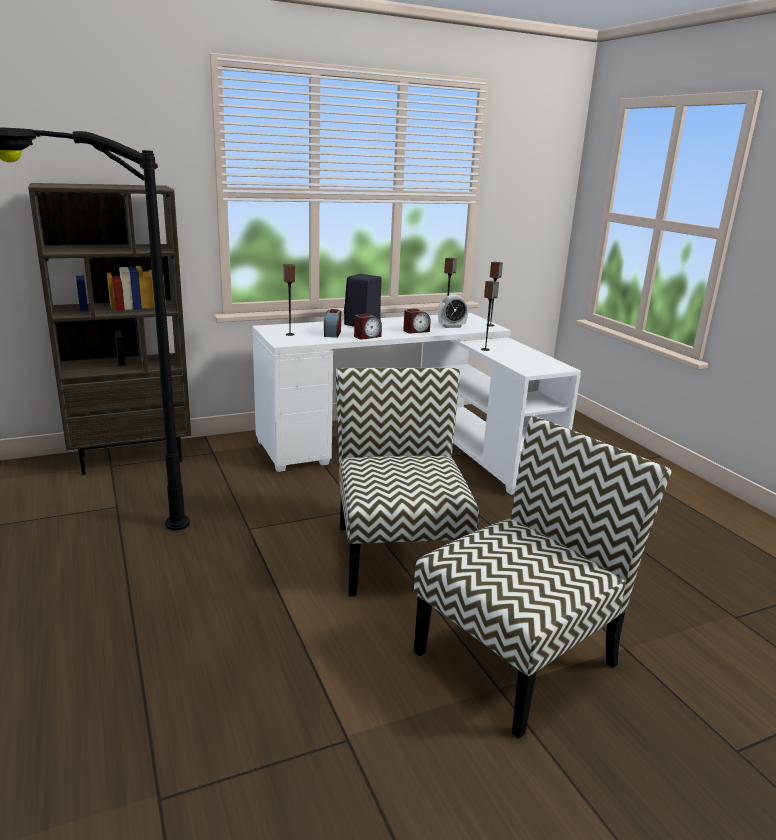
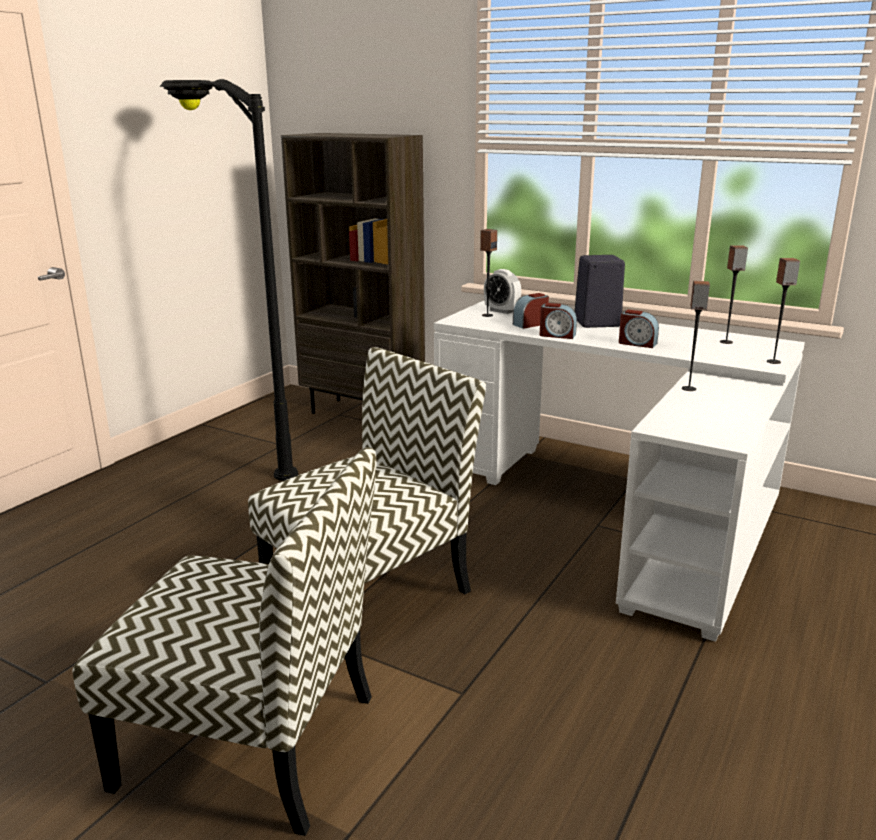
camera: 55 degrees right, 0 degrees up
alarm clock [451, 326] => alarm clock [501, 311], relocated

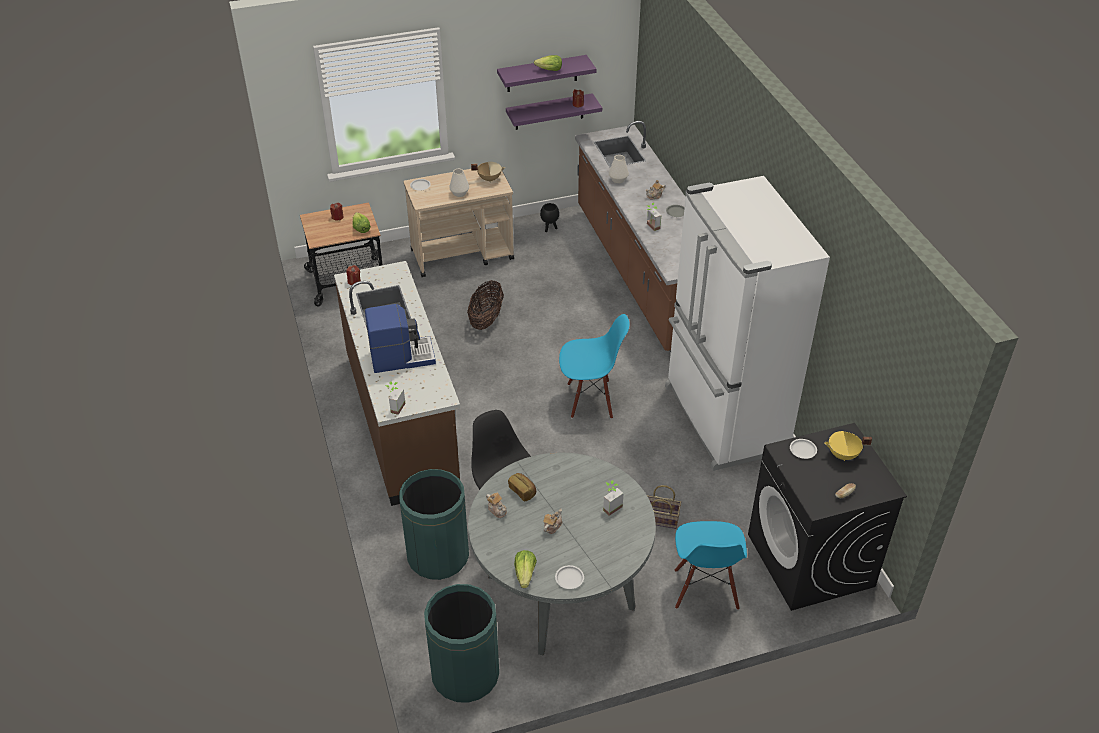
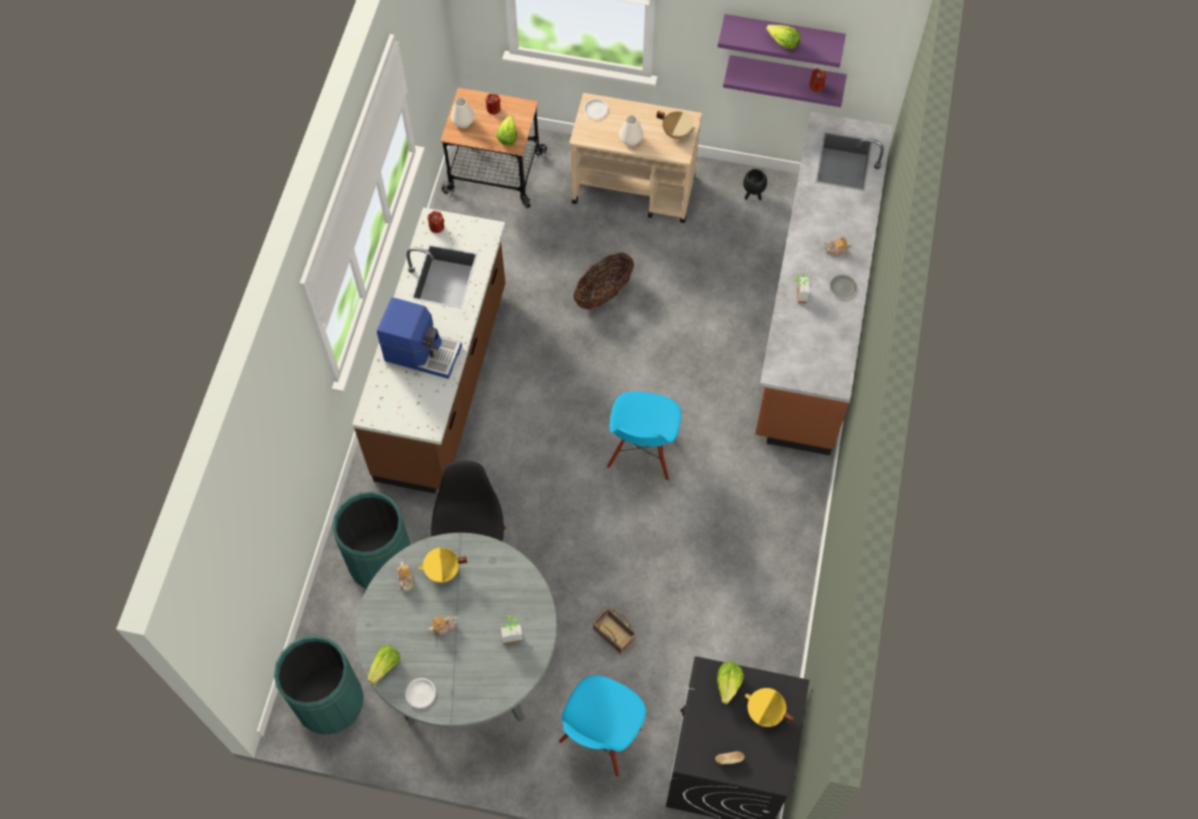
camera: 30 degrees right, 20 degrees up
potted plant [394, 407] => nothing
bread [522, 491] => cooking pot in yellow [443, 571]
chair in blue [590, 400] => chair in blue [642, 453], 75 degrees clockwise
vase in white [618, 179] => vase in white [463, 122], relocated
fridge in white [723, 420] => nothing
plate in white [803, 450] => lettuce [728, 684]

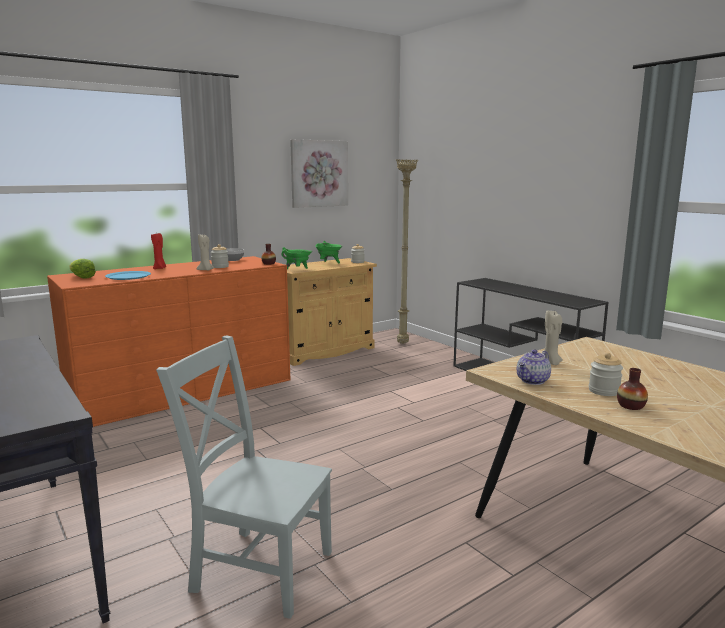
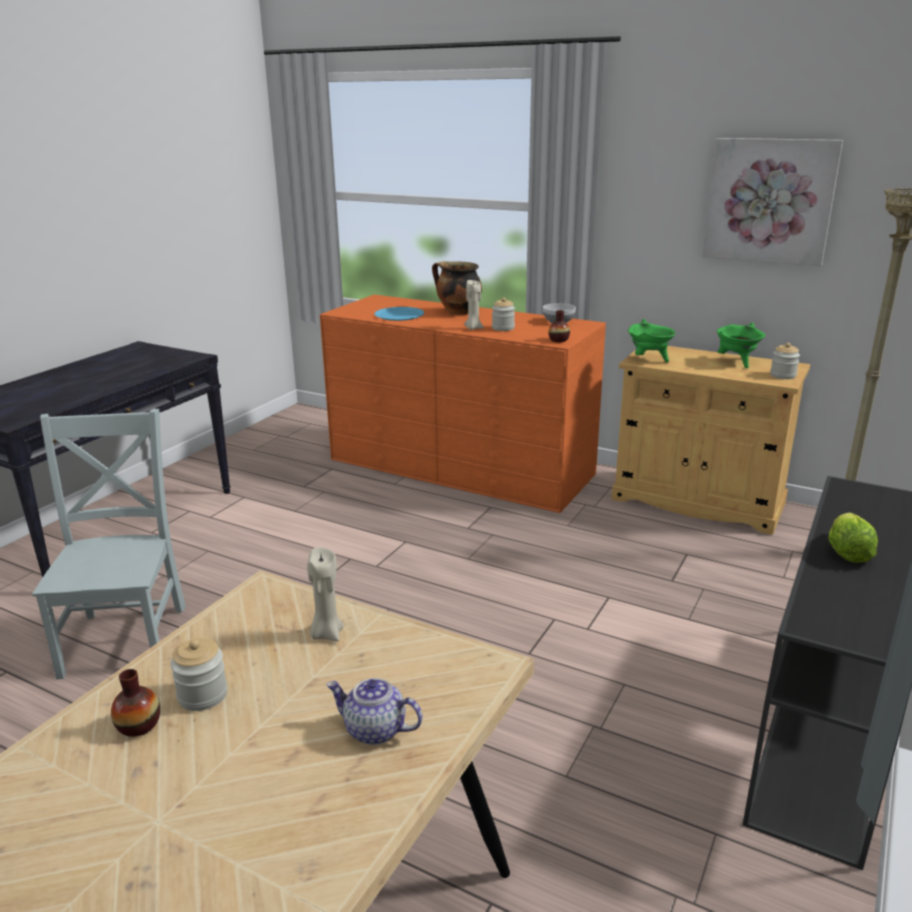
camera: 65 degrees right, 10 degrees up
lettuce [81, 277] => lettuce [847, 552], relocated
candle in red [160, 268] => cooking pot [457, 312]
teapot [533, 381] => teapot [374, 730], relocated

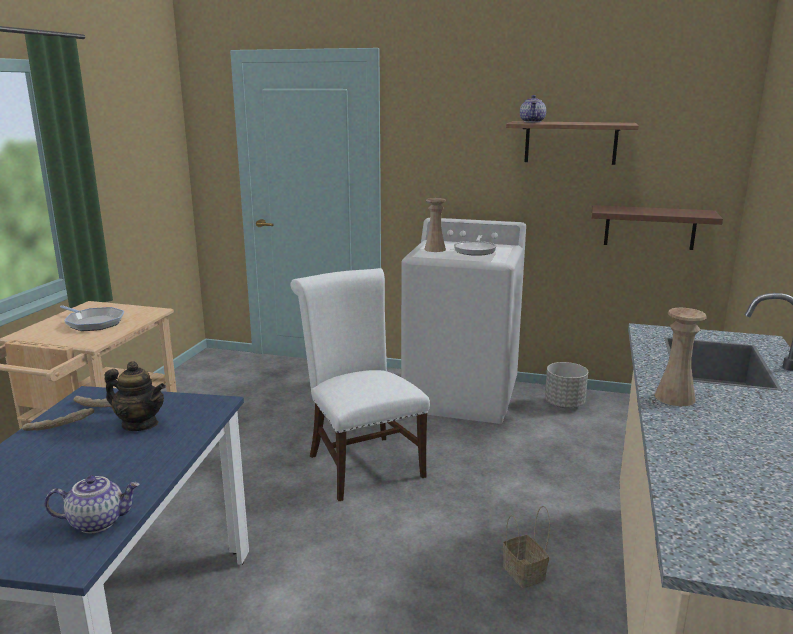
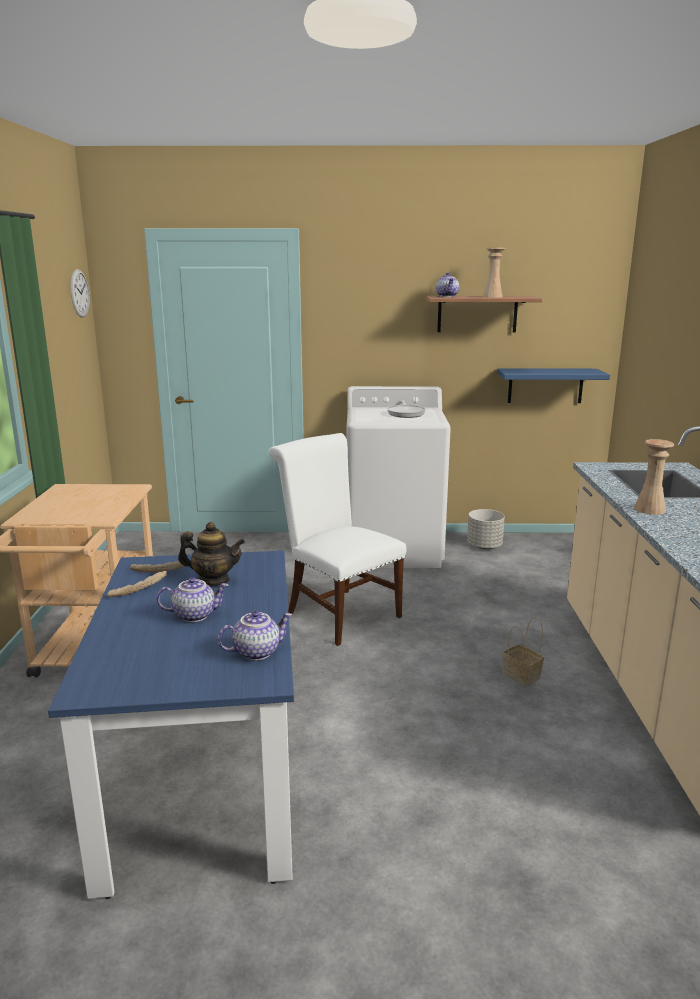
camera: 15 degrees left, 0 degrees up
frying pan [93, 323] => nothing
vase in beige [435, 249] => vase in beige [492, 297], relocated
shelf in brown [650, 227] => shelf in blue [545, 385]
nothing => wall clock [79, 293]
nothing => teapot [195, 615]

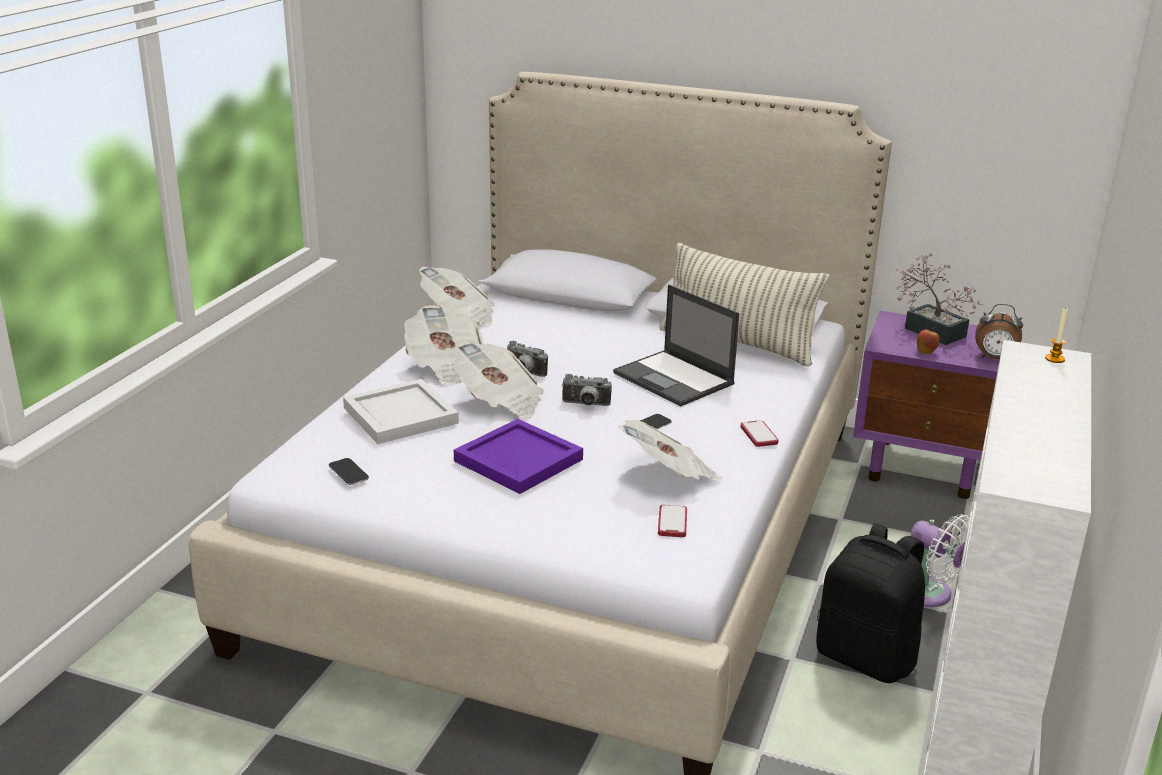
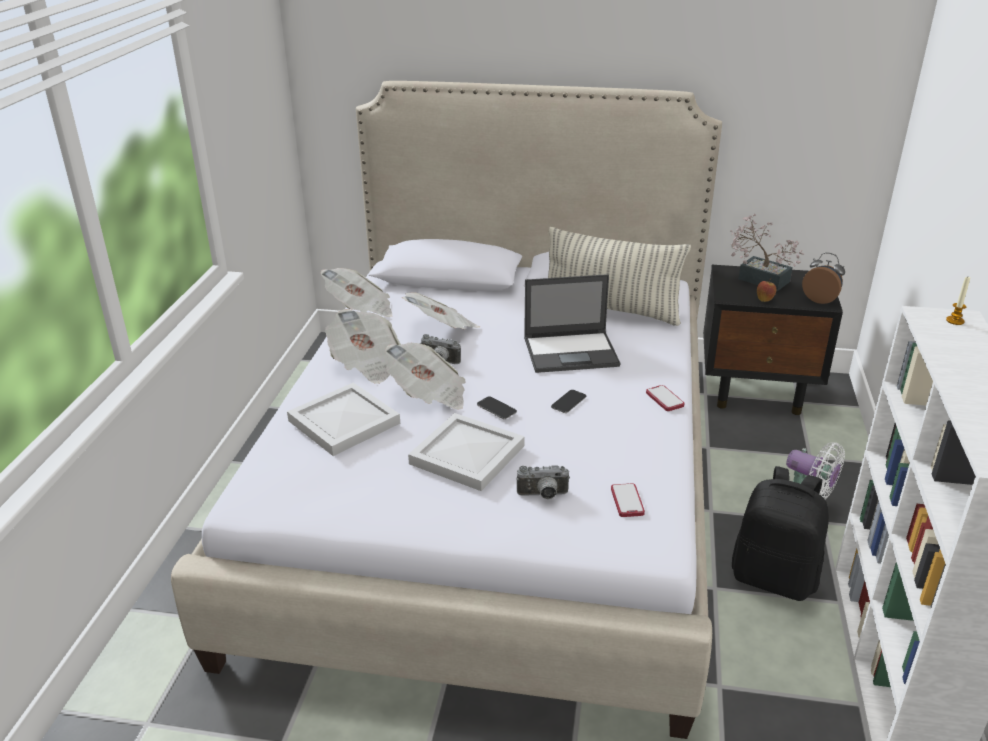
camera: 10 degrees left, 5 degrees up
phone [348, 472] => phone [496, 408], relocated
tray in purple [518, 461] => tray in white [467, 456]
photo camera [585, 405] => photo camera [543, 496], relocated
laptop [675, 379] => laptop [572, 352], 45 degrees counterclockwise
newspaper [669, 475] => newspaper [442, 329], relocated
nightstand in purple [925, 468] => nightstand in black [758, 391]
alarm clock [994, 358] => alarm clock [820, 299], 150 degrees counterclockwise

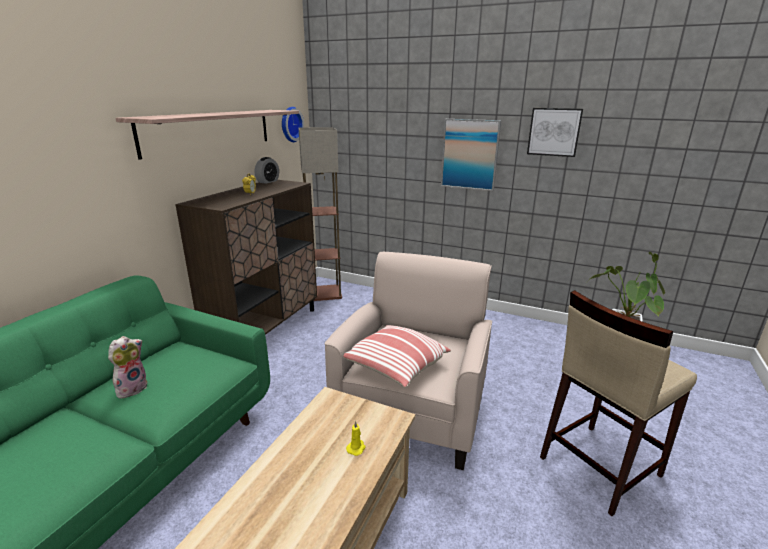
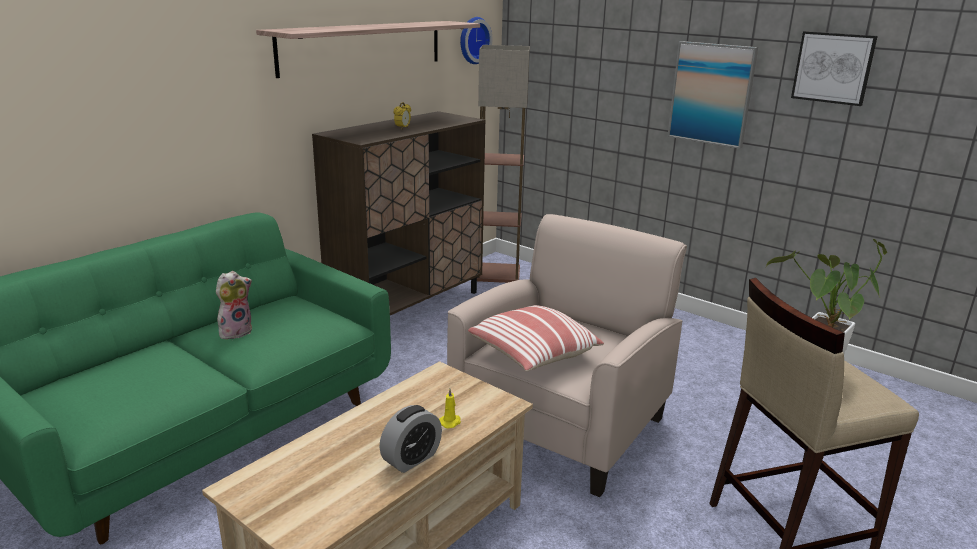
camera: 15 degrees right, 0 degrees up
alarm clock [268, 181] => alarm clock [411, 459], relocated

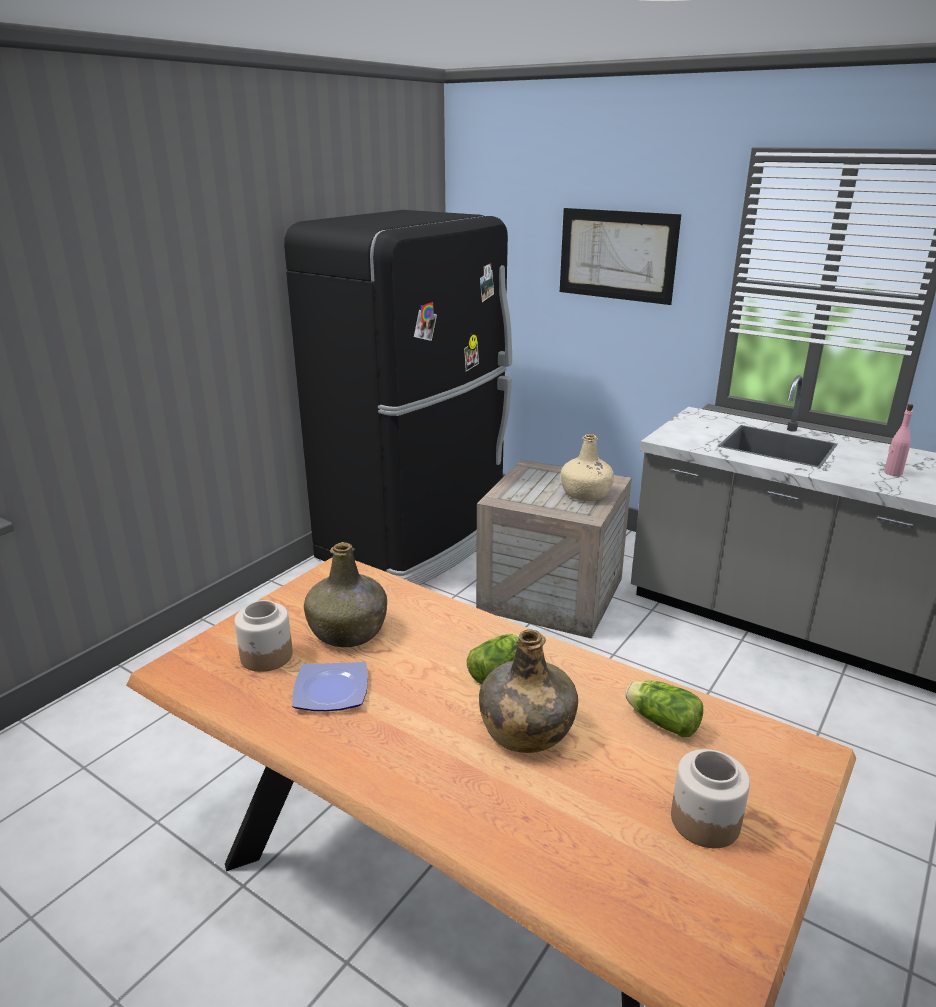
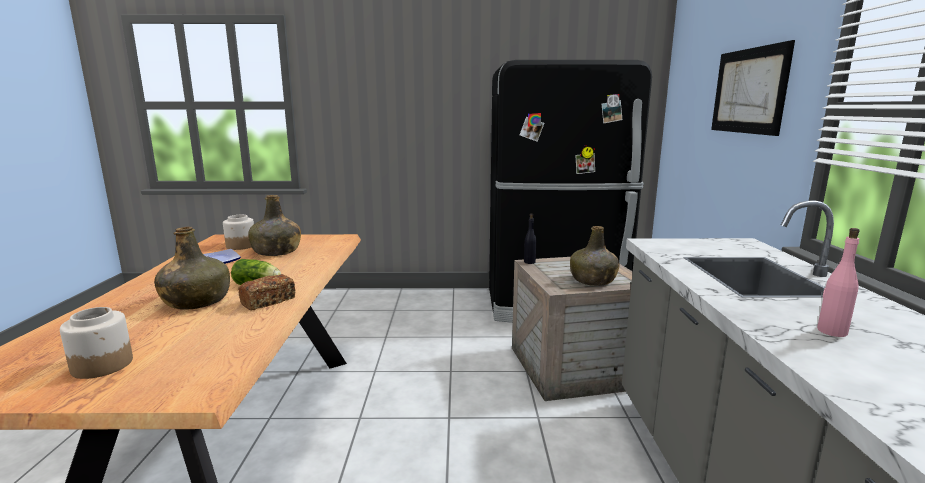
camera: 55 degrees right, 10 degrees down
bottle in beige [586, 494] => bottle in green [593, 280]
lettuce [660, 721] => nothing
nothing => bread [268, 301]
nothing => bottle in black [529, 262]

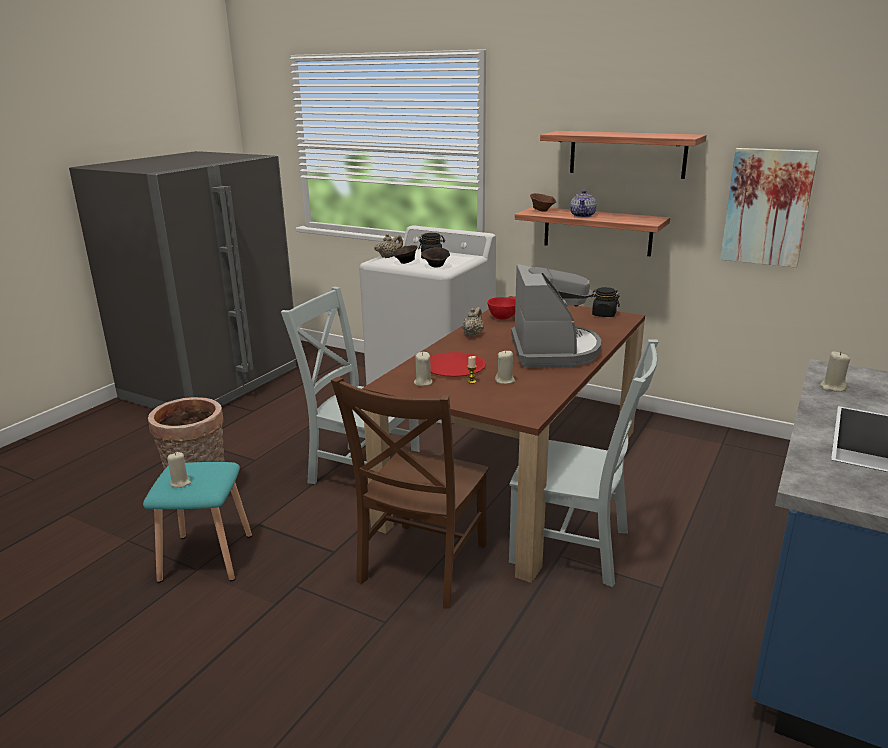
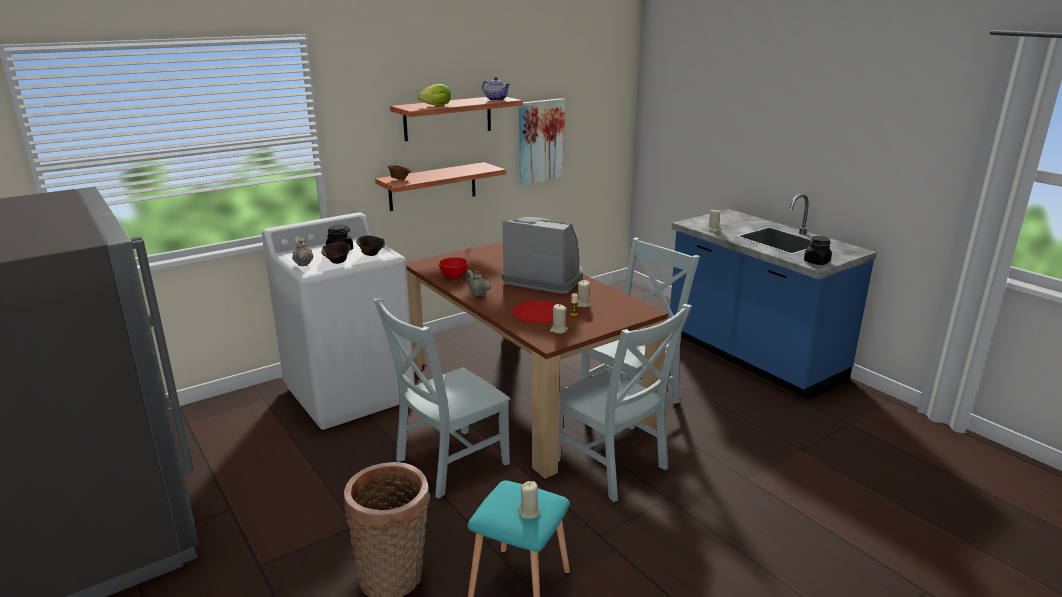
camera: 65 degrees left, 0 degrees up
chair in brown [420, 566] => chair in grey [613, 467]
teapot [583, 215] => teapot [496, 99], relocated
jar in black [603, 314] => jar in black [816, 262], relocated
nothing => lettuce [434, 106]

